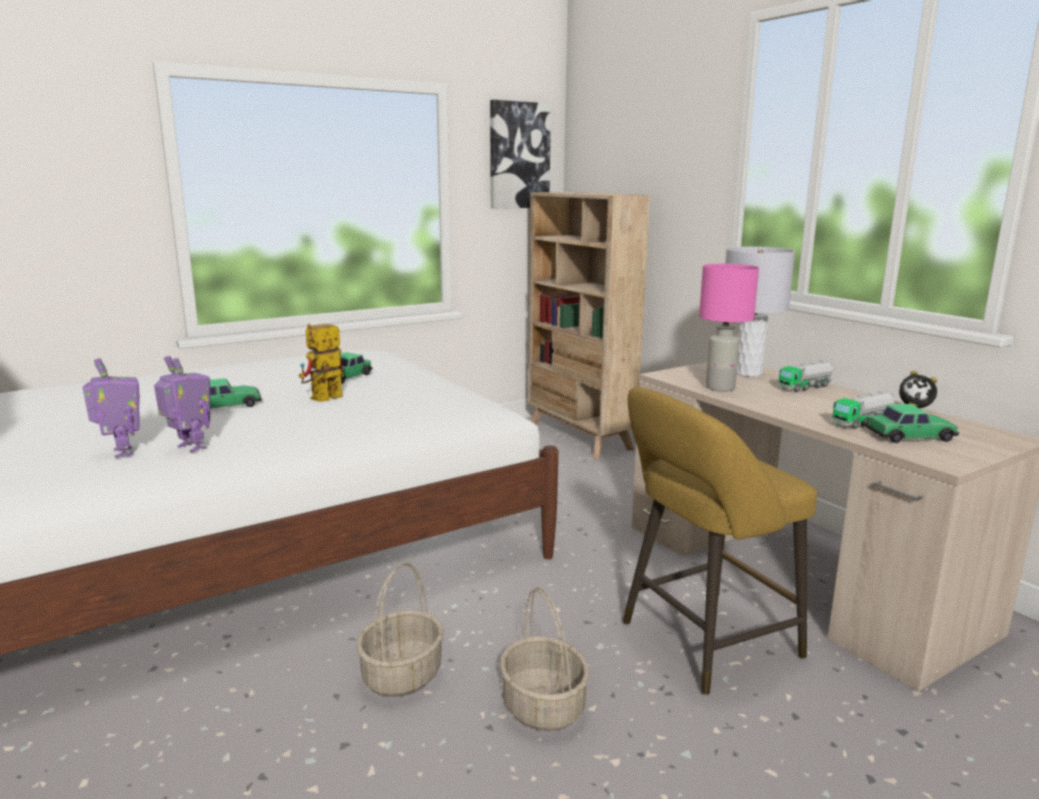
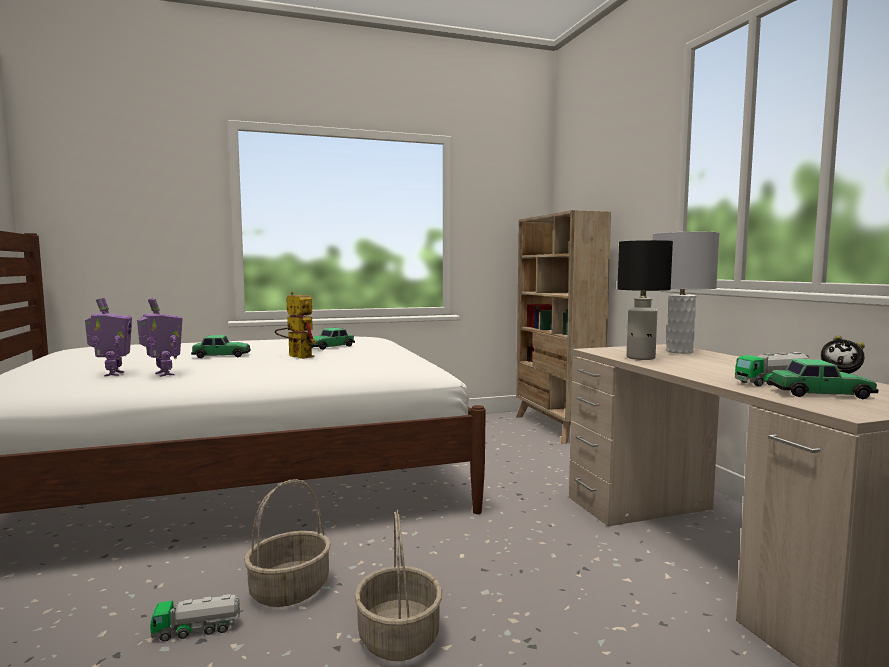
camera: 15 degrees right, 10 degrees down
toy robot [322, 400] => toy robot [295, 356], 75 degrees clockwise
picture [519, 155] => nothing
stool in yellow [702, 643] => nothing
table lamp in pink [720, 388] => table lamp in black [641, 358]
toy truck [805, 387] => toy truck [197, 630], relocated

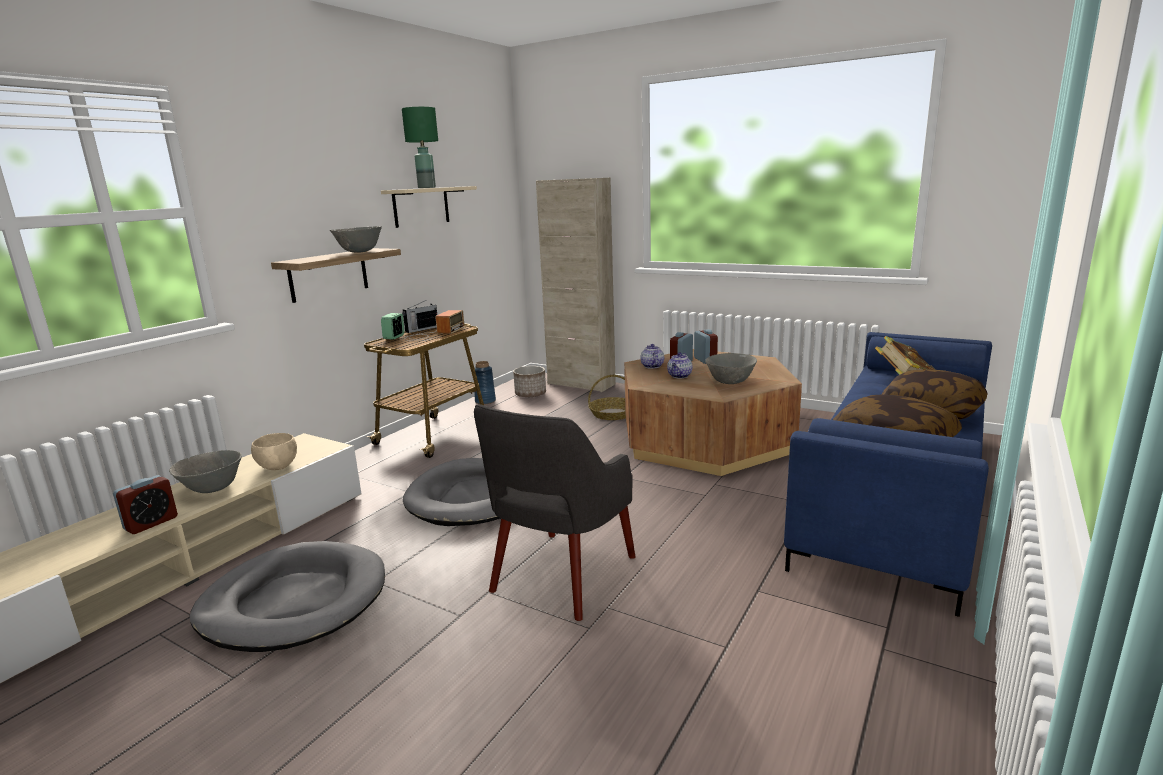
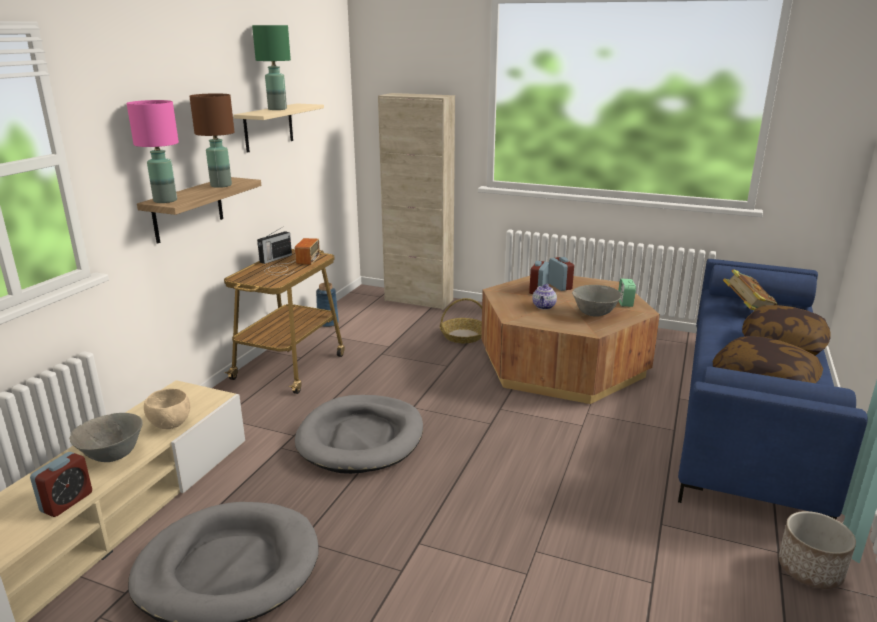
camera: 10 degrees left, 5 degrees up
bowl in grey [359, 252] => table lamp in brown [221, 185]
alarm clock [394, 337] => alarm clock [625, 303], relocated
armchair in grey [562, 575] => nothing
planter [530, 394] => planter [810, 570], relocated
teapot [652, 366] => nothing
nothing => table lamp in pink [166, 200]

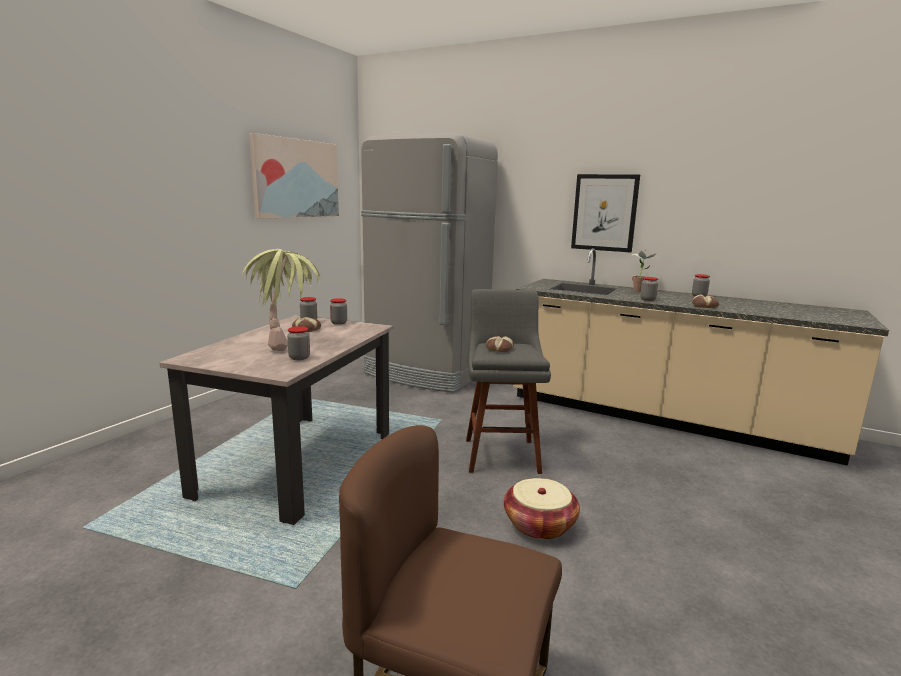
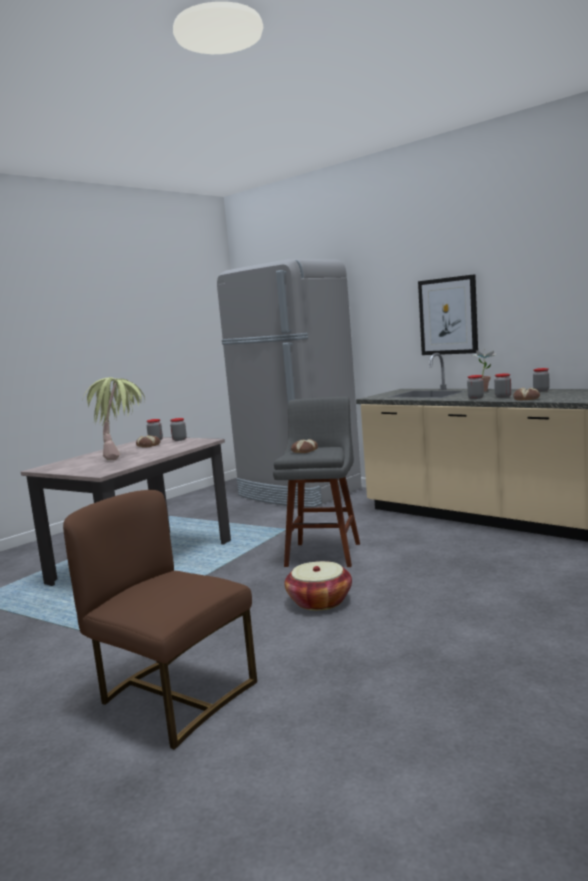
camera: 15 degrees right, 5 degrees down
picture [296, 178] => nothing
jar [299, 357] => jar [503, 397], relocated

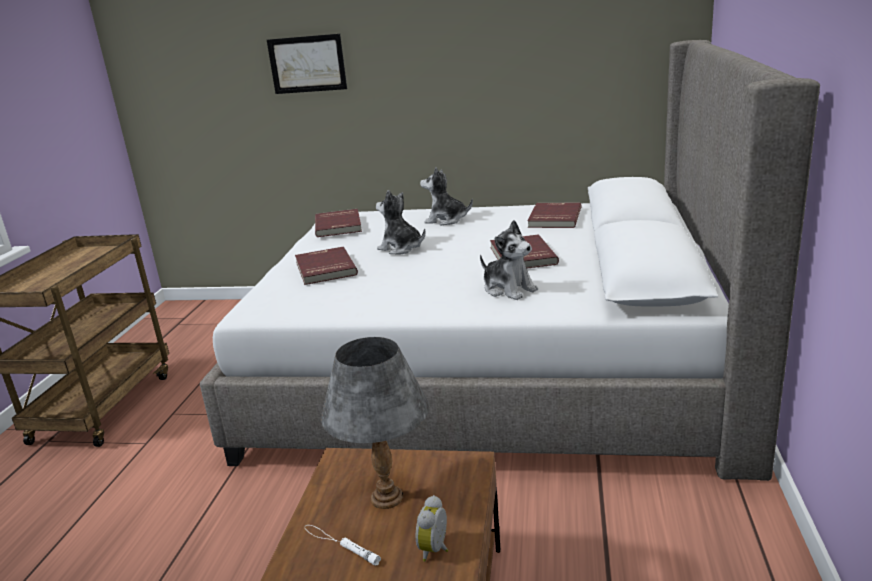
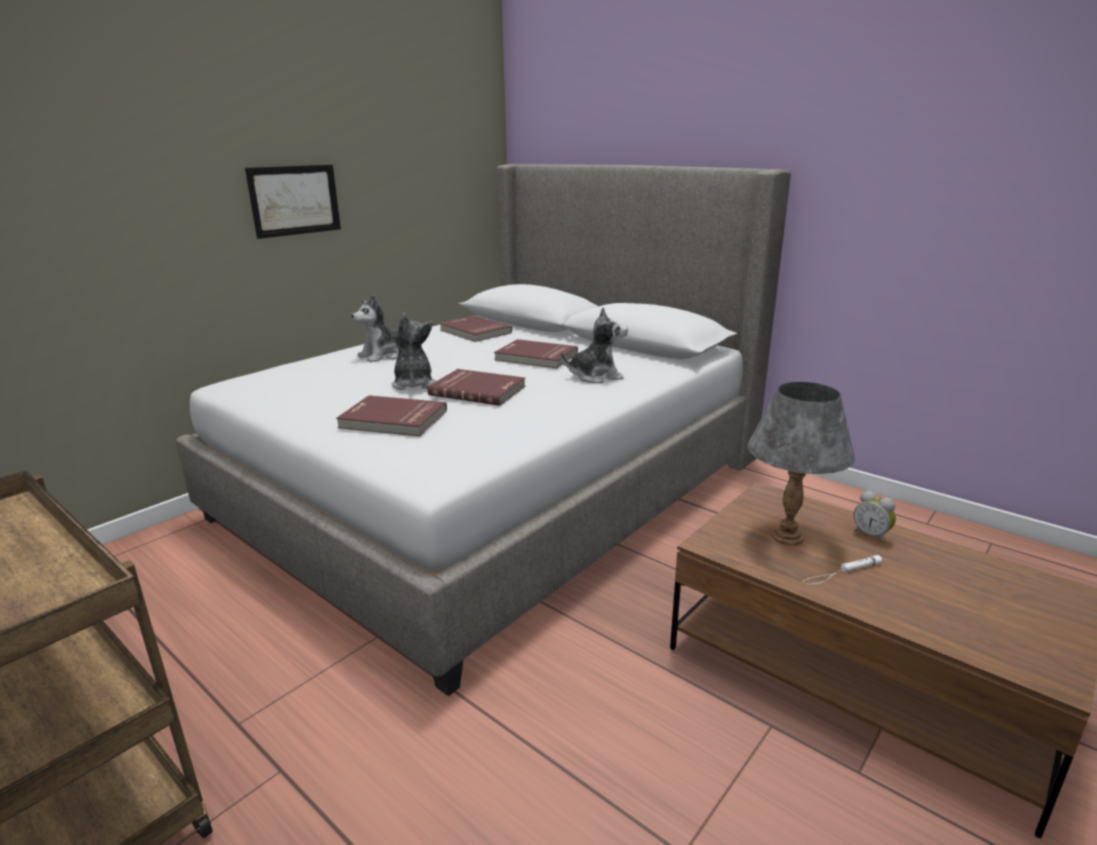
camera: 60 degrees left, 0 degrees up
picture [307, 64] => picture [295, 200], relocated
book in red [339, 225] => book in red [478, 390], relocated
plush toy [401, 248] => plush toy [413, 384], 105 degrees clockwise

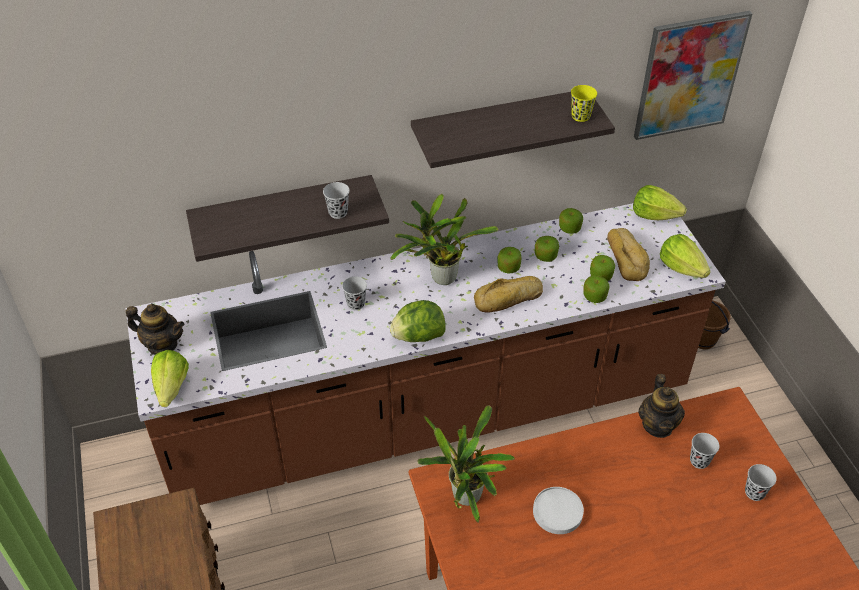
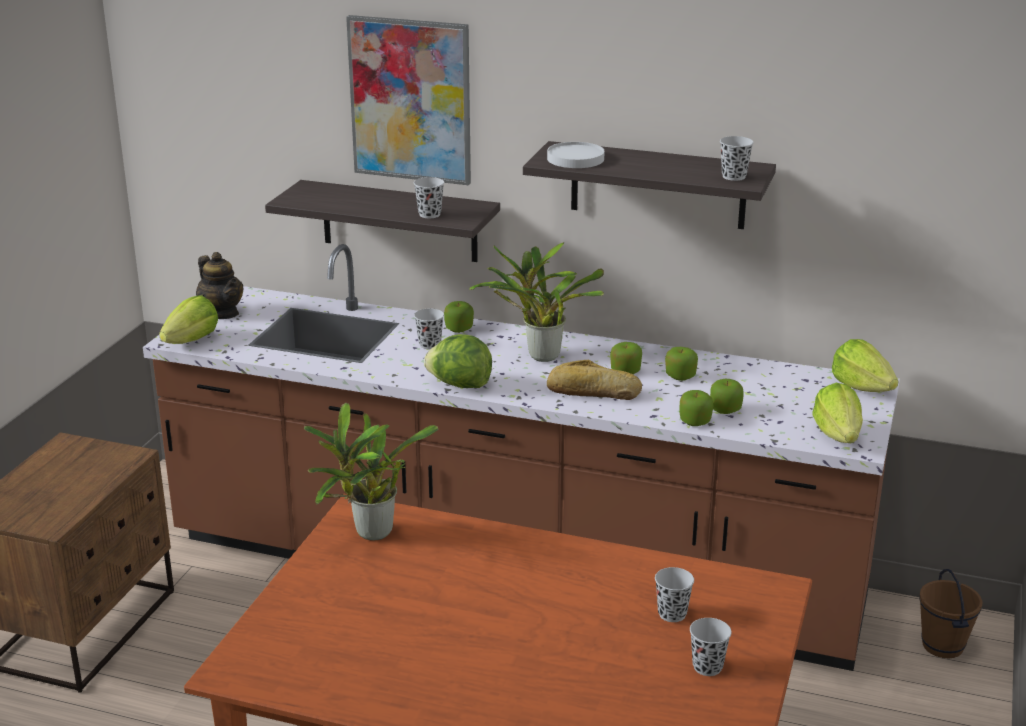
camera: 35 degrees right, 20 degrees down
plate in white [557, 512] => plate in white [575, 159], relocated
apple [569, 228] => apple [459, 328], relocated
cup in yellow [580, 116] => cup in black [734, 176]
bread [627, 258] => nothing
picture [689, 76] => picture [410, 100], relocated
teapot [658, 425] => nothing

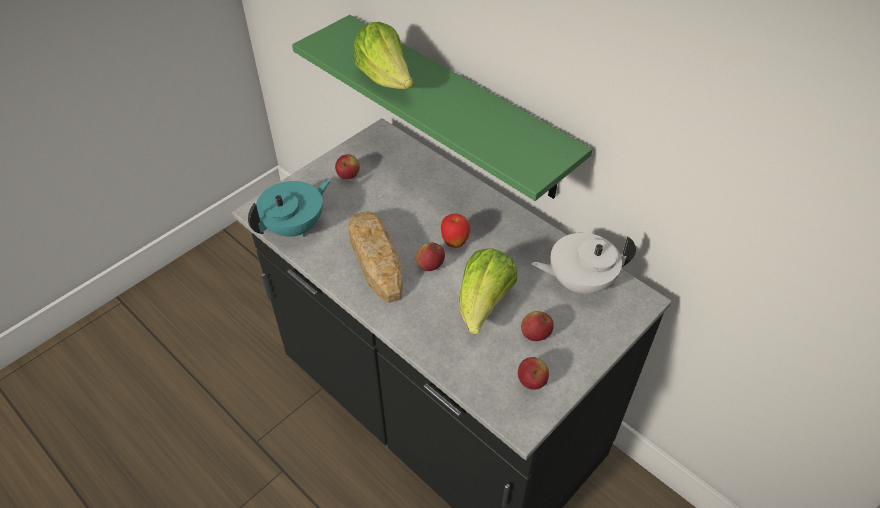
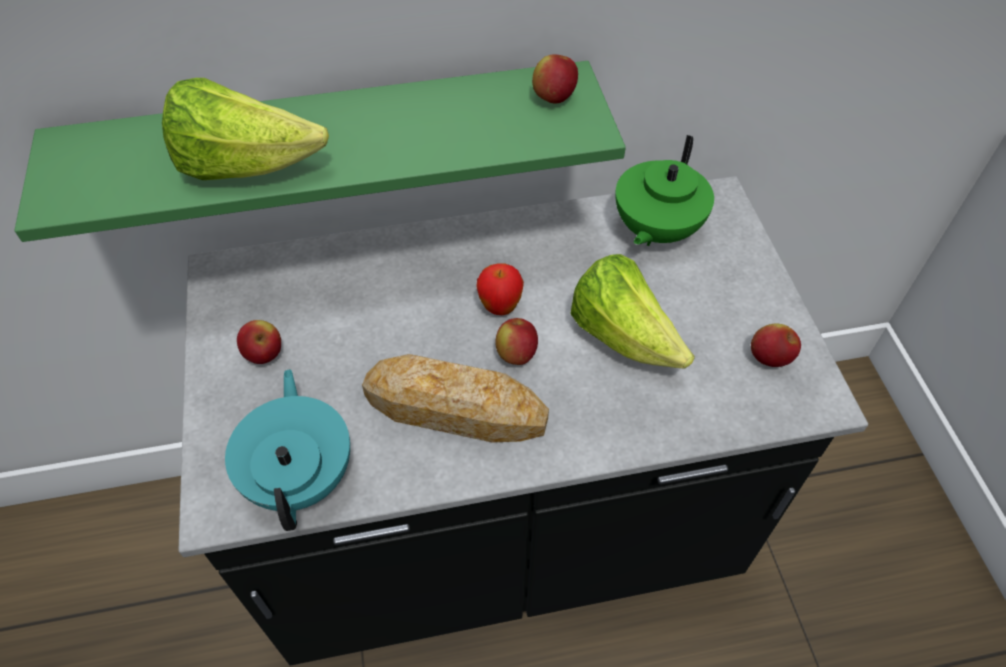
camera: 55 degrees left, 5 degrees up
apple [535, 335] => apple [554, 97], relocated
teapot in white [579, 281] => teapot in green [655, 230]

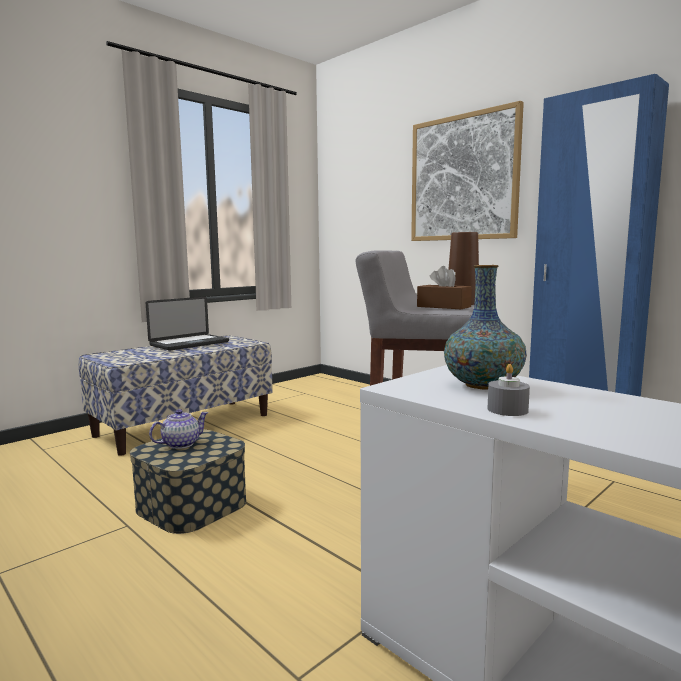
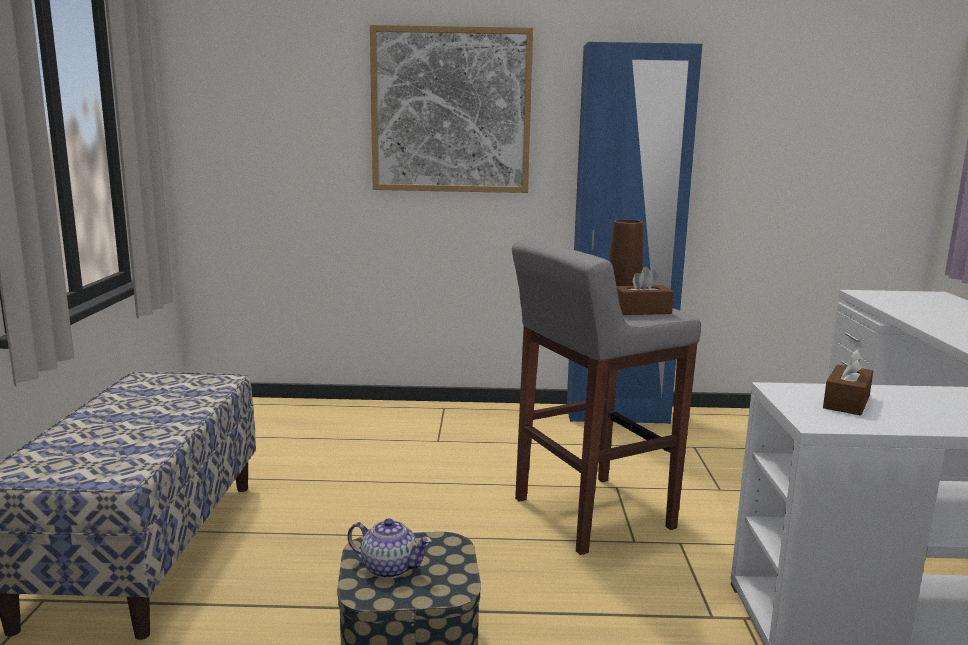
camera: 45 degrees left, 5 degrees up
laptop [189, 343] => nothing
teapot [180, 444] => teapot [389, 568], 105 degrees clockwise
vase [483, 385] => tissue box in brown [846, 402]
candle in grey [507, 410] => nothing

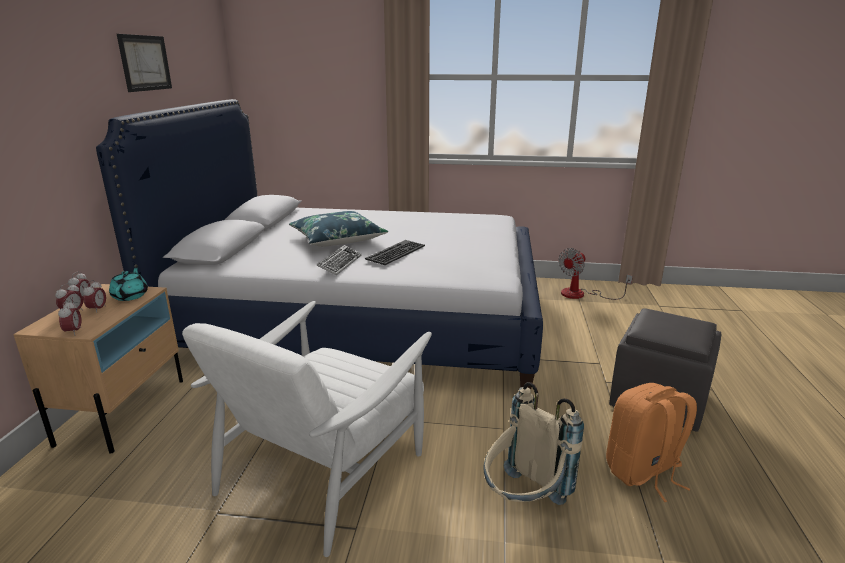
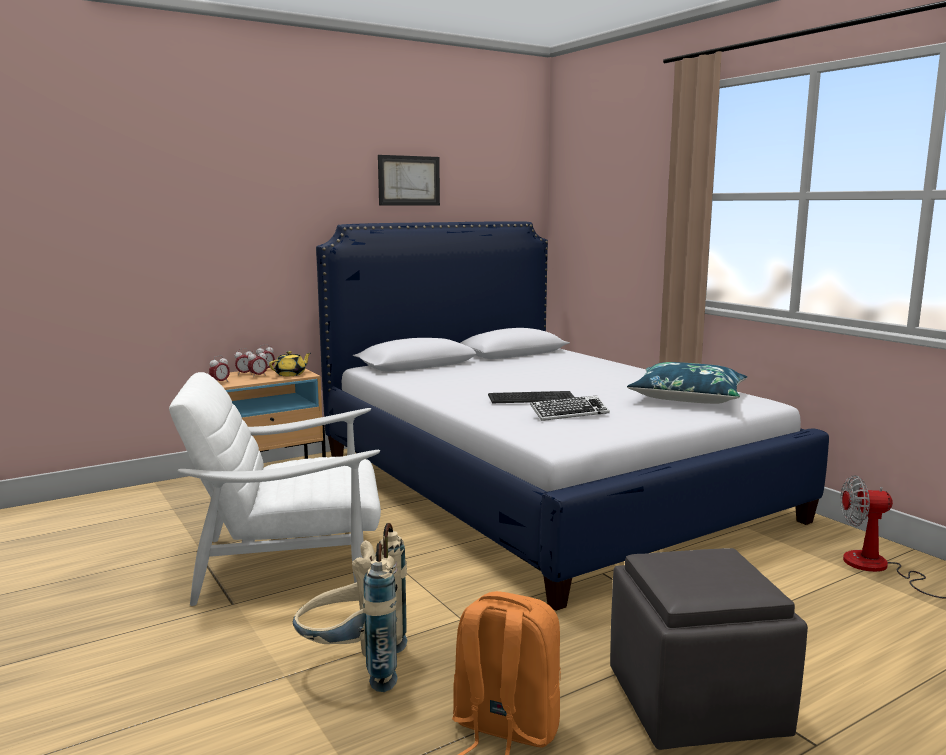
camera: 50 degrees right, 10 degrees down
teapot in turquoise [131, 296] => teapot in yellow [291, 374]
pillow in blue [338, 239] => pillow in blue [688, 397], relocated
keyboard [340, 263] => keyboard [569, 413], relocated

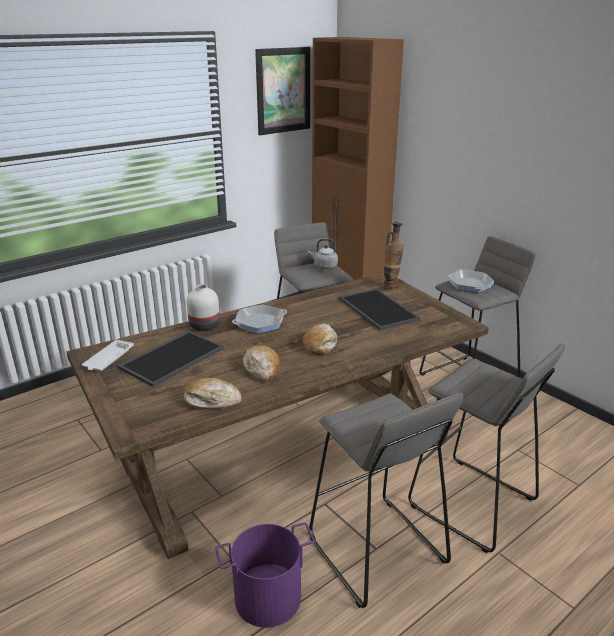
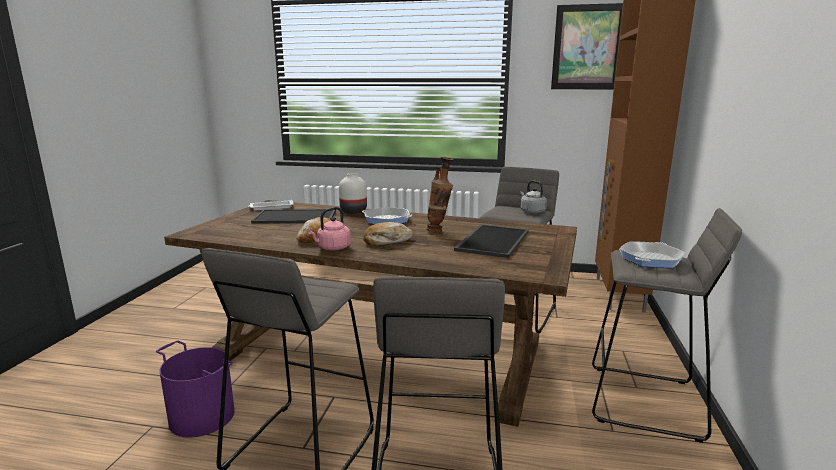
camera: 50 degrees right, 10 degrees down
bread [212, 400] => nothing
vase [391, 285] => vase [439, 231], relocated
nothing => kettle in pink [332, 248]

